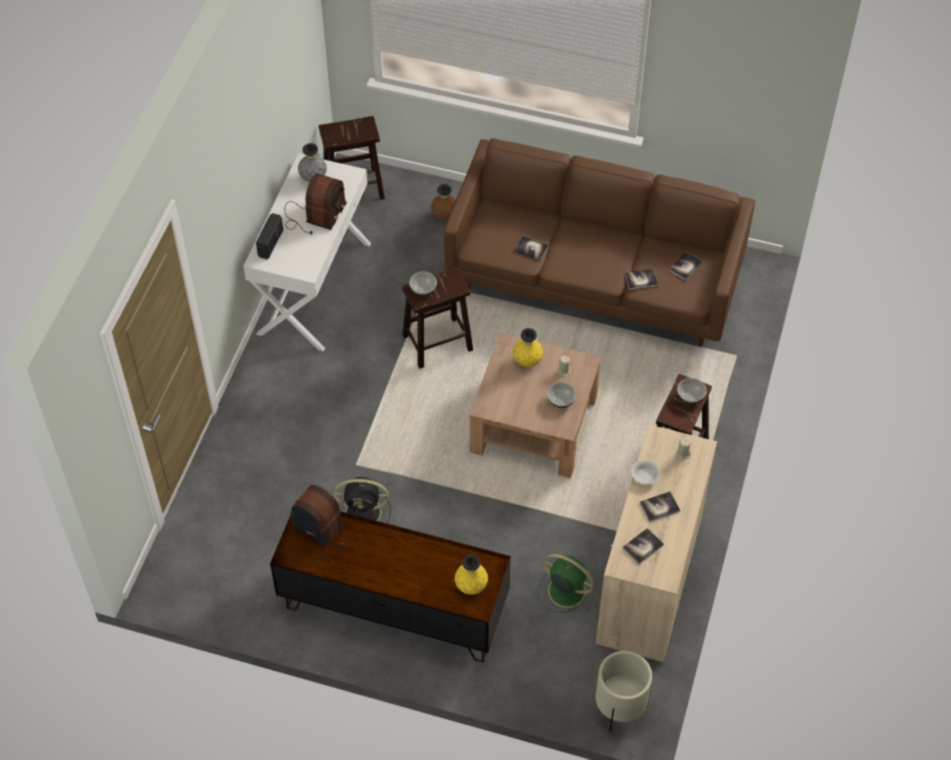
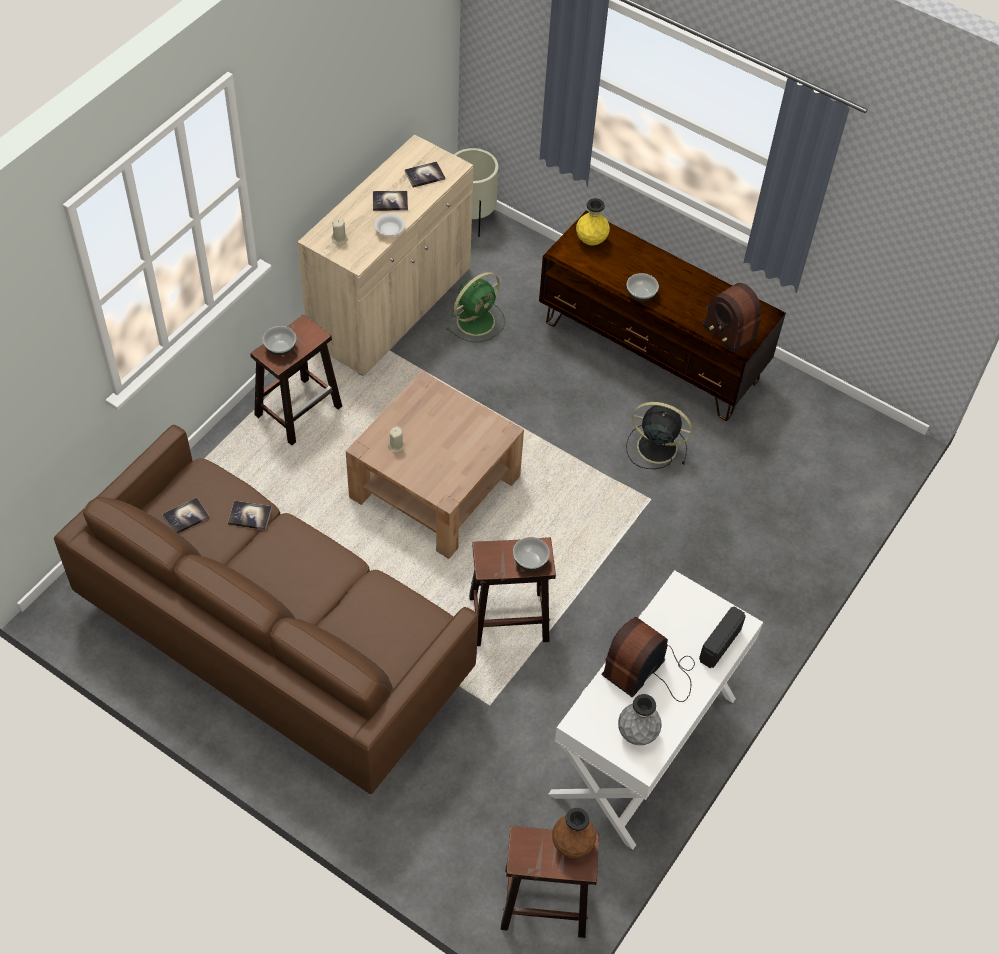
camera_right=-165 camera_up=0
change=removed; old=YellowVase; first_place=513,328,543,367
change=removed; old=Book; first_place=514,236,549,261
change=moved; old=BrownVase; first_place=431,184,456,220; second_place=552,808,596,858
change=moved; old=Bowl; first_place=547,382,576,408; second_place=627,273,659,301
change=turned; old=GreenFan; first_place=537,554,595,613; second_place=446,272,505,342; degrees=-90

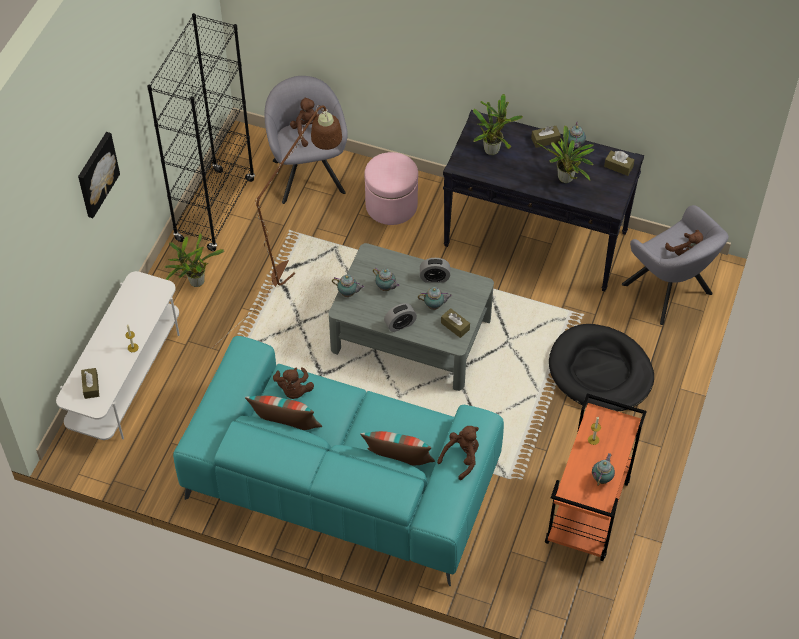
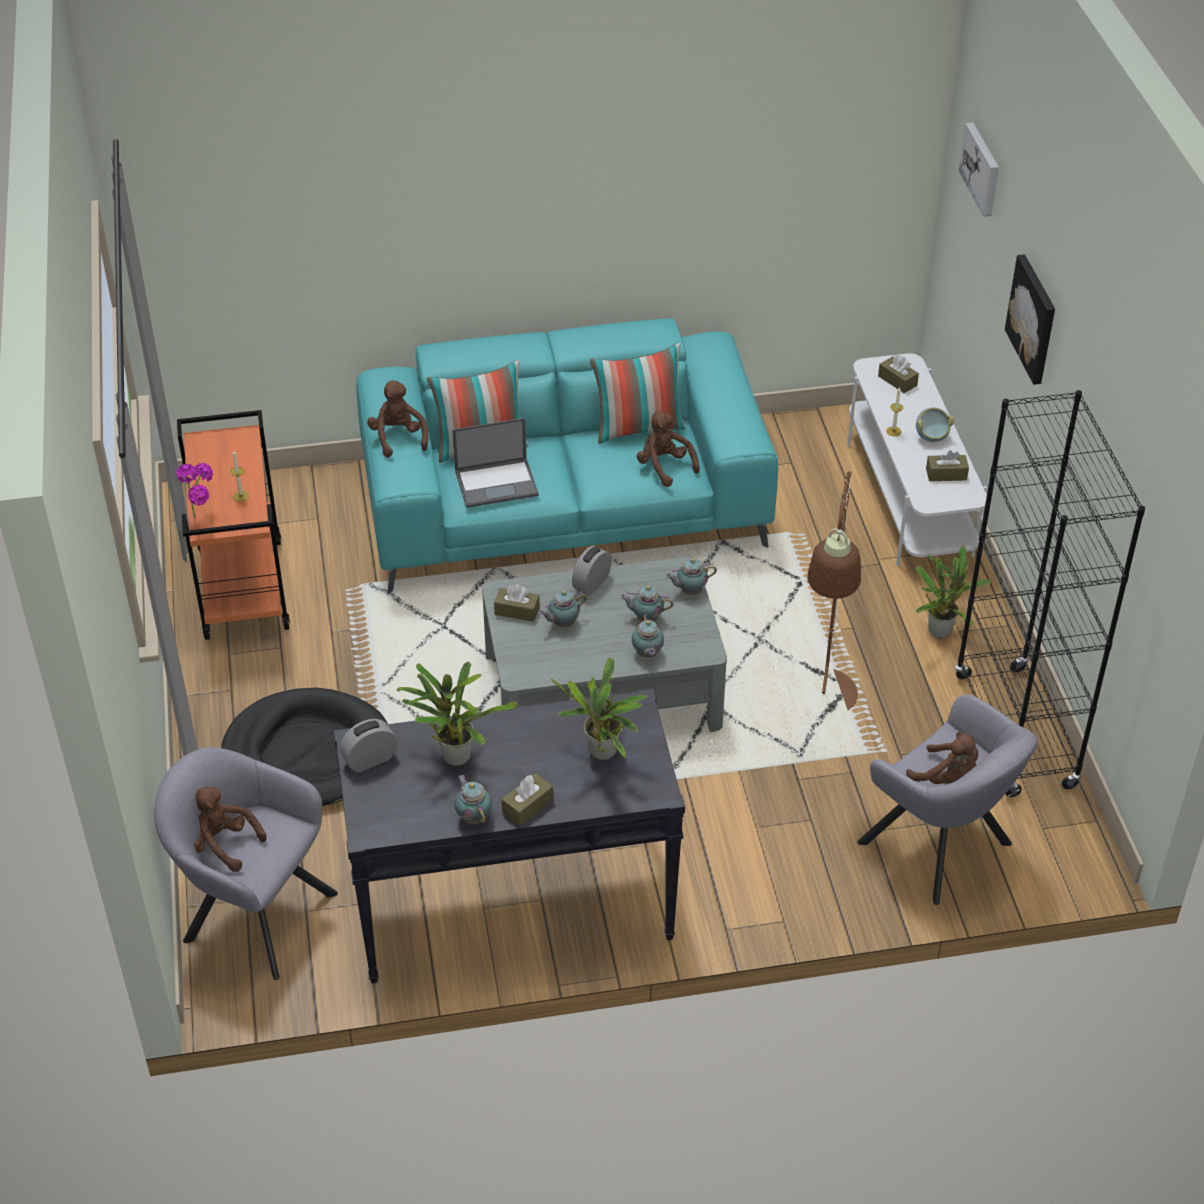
camera_right=150 camera_up=-10
change=removed; old=PinkOttoman; first_place=364,152,418,225
change=added; new=PottedPlant; second_place=176,463,213,518
change=added; new=Laptop; second_place=452,418,539,508
change=added; new=Bowl; second_place=916,408,954,442
change=added; new=Picture; second_place=959,123,999,217
change=moved; old=AlarmClock; first_place=420,258,450,283; second_place=340,719,397,772
change=moved; old=Teapot; first_place=592,453,615,486; second_place=632,614,664,658
change=moved; old=BrownTissueBox; first_place=604,151,635,176; second_place=926,450,969,481
change=turned; old=BrownPlushToy; first_place=437,426,479,480; second_place=367,380,428,458; degrees=150

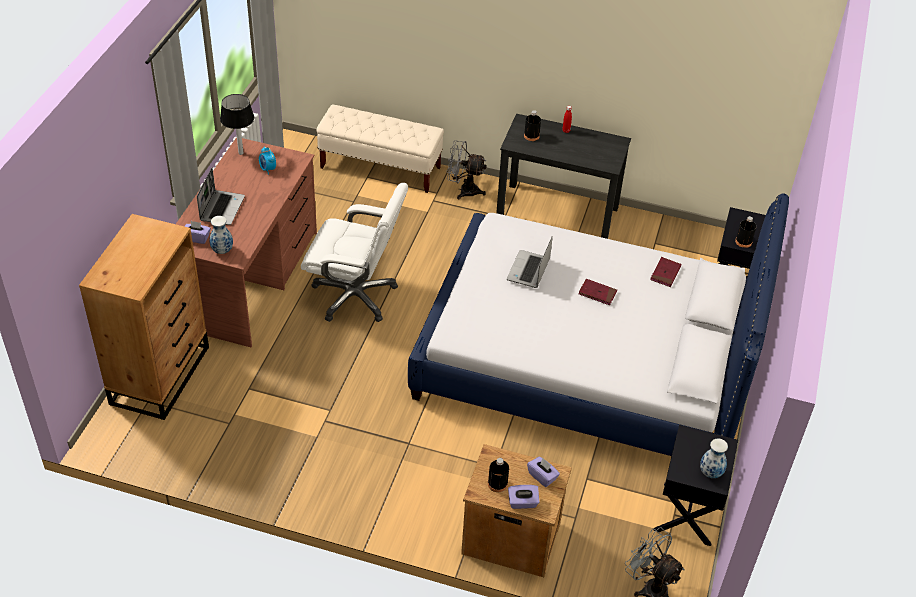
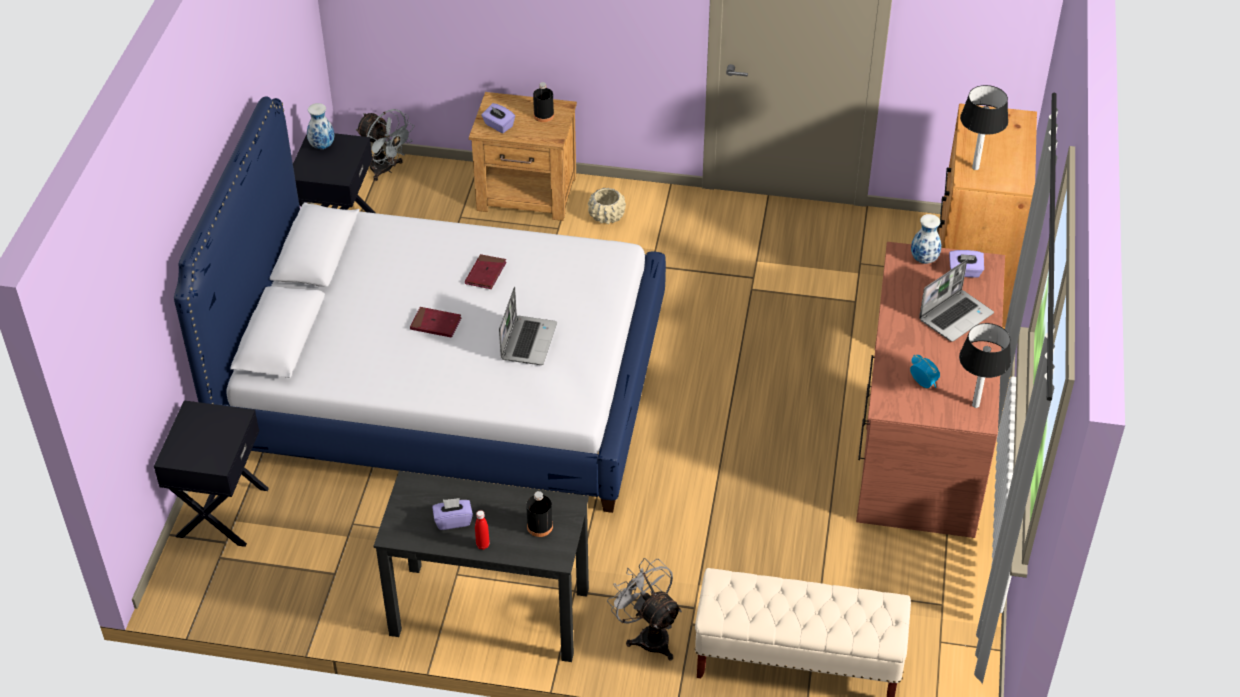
camera_right=175 camera_up=0
change=removed; old=WhiteOfficeChair; first_place=301,183,408,322
change=removed; old=BlackBottle; first_place=735,216,756,248
change=added; new=BeigePlanter; second_place=588,188,626,224
change=added; new=TableLamp; second_place=960,85,1008,170
change=moved; old=PurpleTissueBox; first_place=508,485,539,509; second_place=432,498,473,530
change=moved; old=RedBook; first_place=650,257,681,287; second_place=465,254,506,289
change=turned; old=Laptop; first_place=197,168,245,225; second_place=919,260,994,342; degrees=-135
change=turned; old=GreyFan; first_place=446,140,487,200; second_place=607,558,682,660; degrees=-135

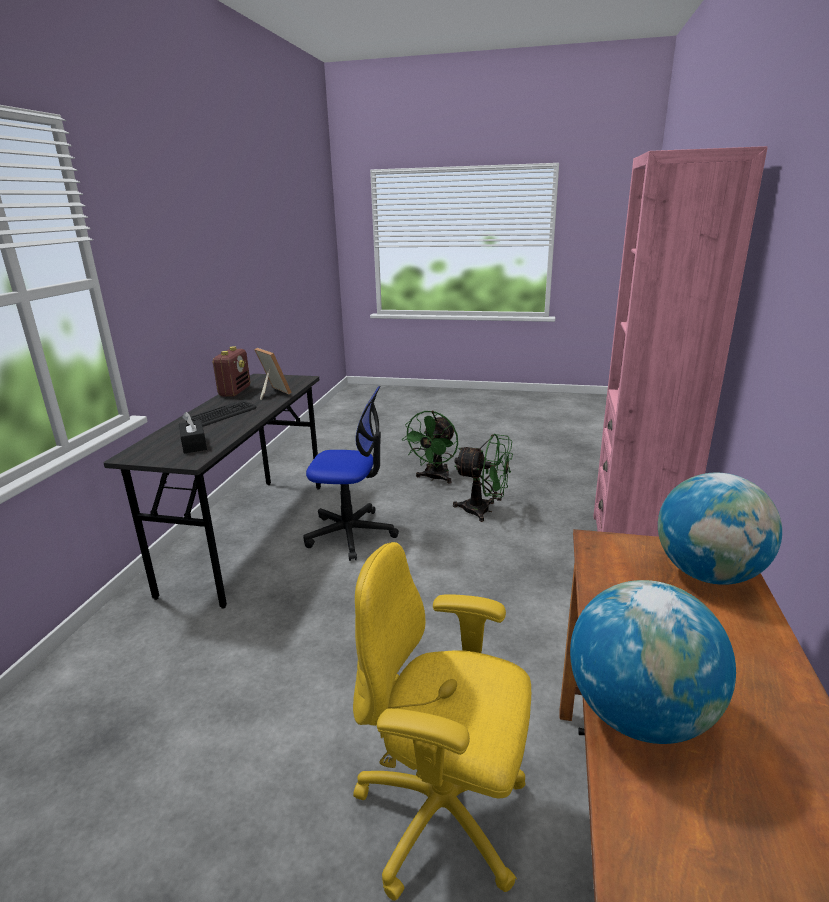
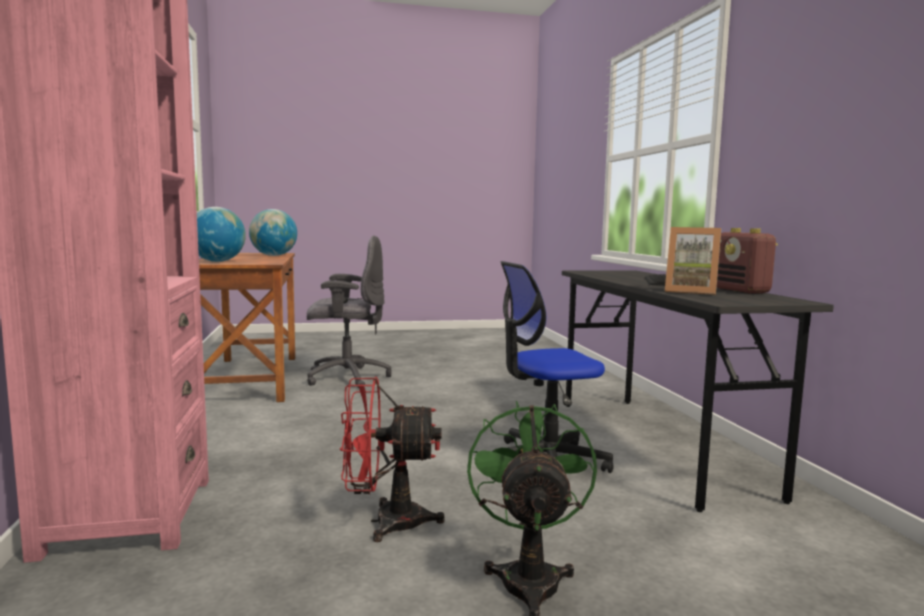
camera_right=155 camera_up=-15
change=removed; old=BlackTissueBox; first_place=179,412,207,454
change=recoloured; old=YellowOfficeChair; new=GreyOfficeChair; first_place=353,542,531,901; second_place=307,235,392,388
change=recoloured; old=GreenFan; new=RedFan; first_place=453,434,513,522; second_place=340,377,445,542

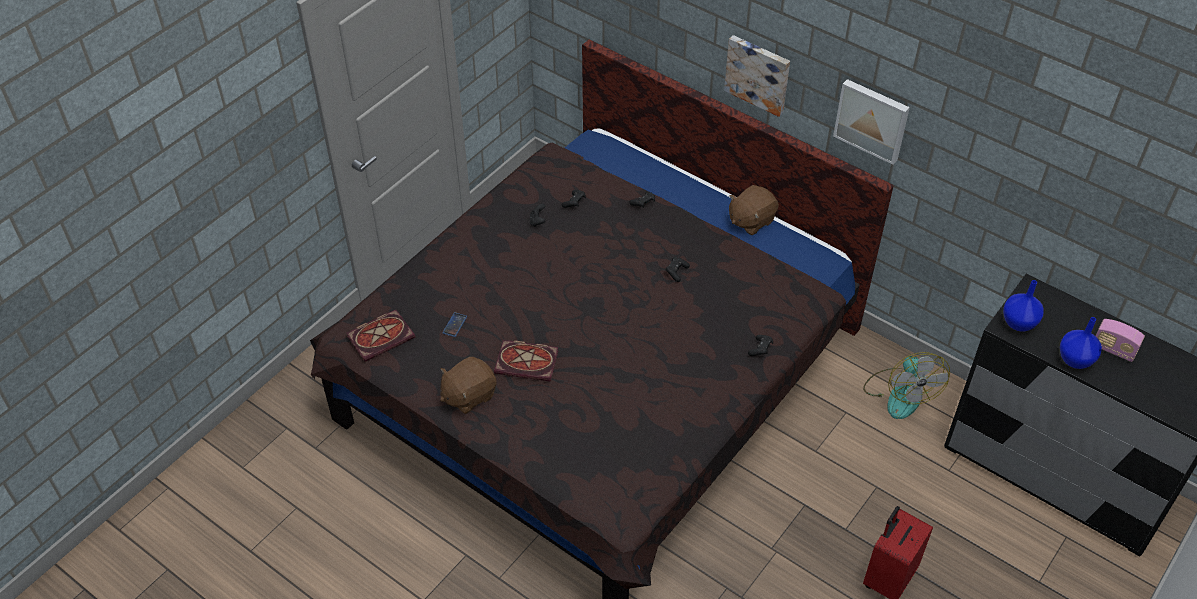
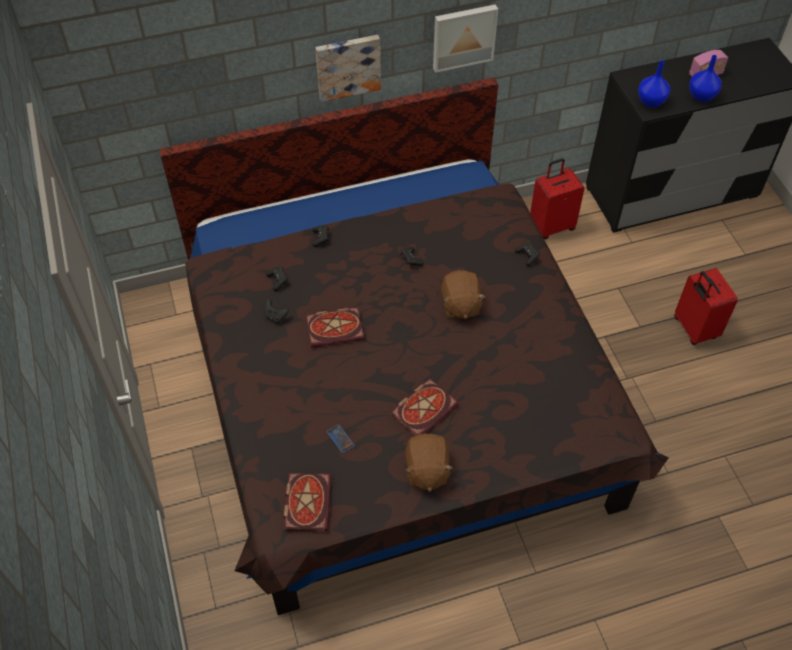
camera_right=-55 camera_up=5
change=added; new=Book; second_place=306,307,364,347
change=moved; old=BrownPlushToy; first_place=729,185,779,235; second_place=442,270,486,319
change=replaced; old=Fan; new=RedSuitcase; first_place=863,352,950,419; second_place=530,158,585,239

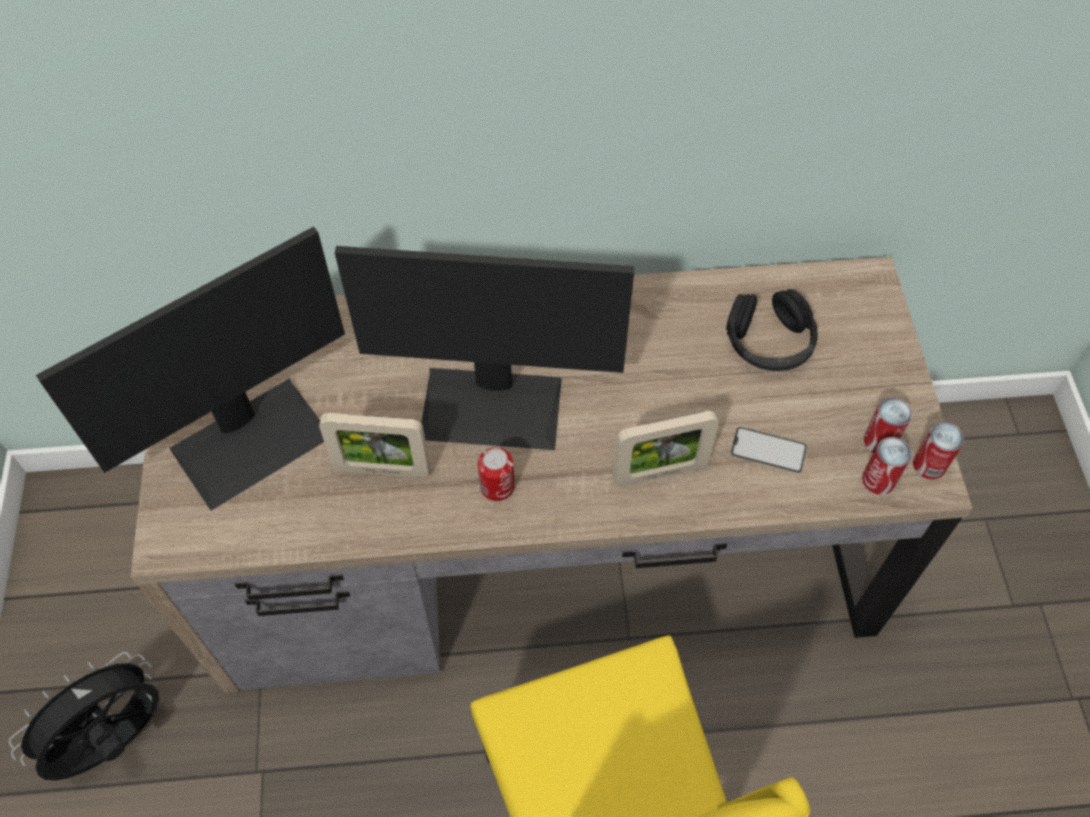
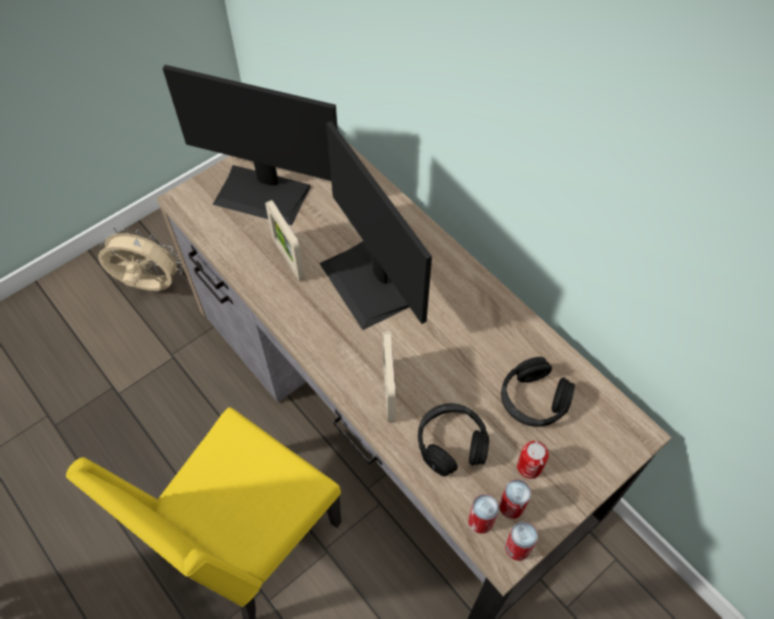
camera_right=55 camera_up=0
change=moved; old=Can; first_place=478,447,515,501; second_place=517,441,549,479
change=replaced; old=Phone; new=BlackHeadphones; first_place=731,427,807,473; second_place=418,403,489,477
change=recoloured; old=BlackFan; new=BeigeFan; first_place=9,652,159,781; second_place=98,227,183,291
change=turned; old=PictureFrame; first_place=613,411,719,486; second_place=383,331,396,422; degrees=45

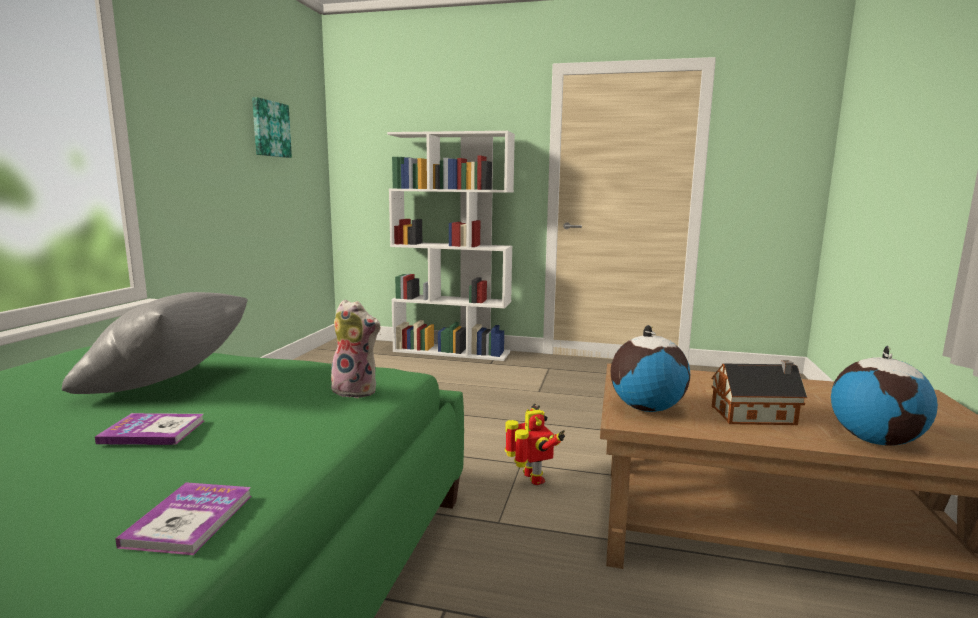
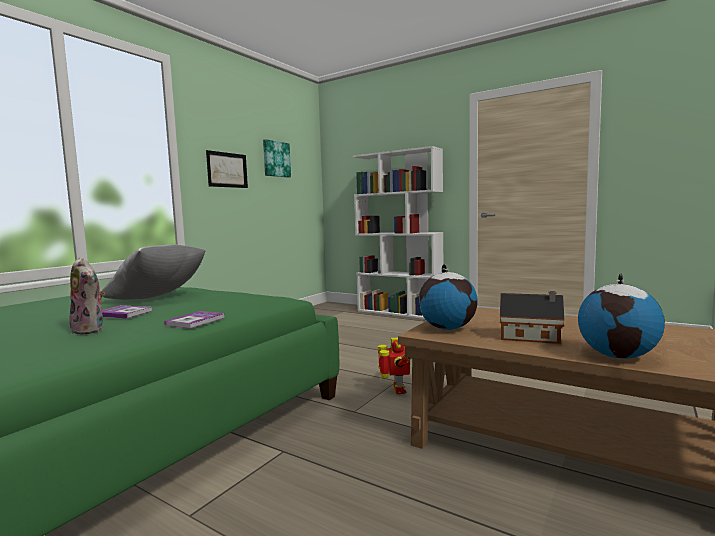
camera_right=20 camera_up=-5
change=added; new=Picture; second_place=206,150,248,188
change=moved; old=Book; first_place=115,482,251,555; second_place=164,311,224,329
change=moved; old=PlushToy; first_place=331,299,381,398; second_place=68,258,105,335

